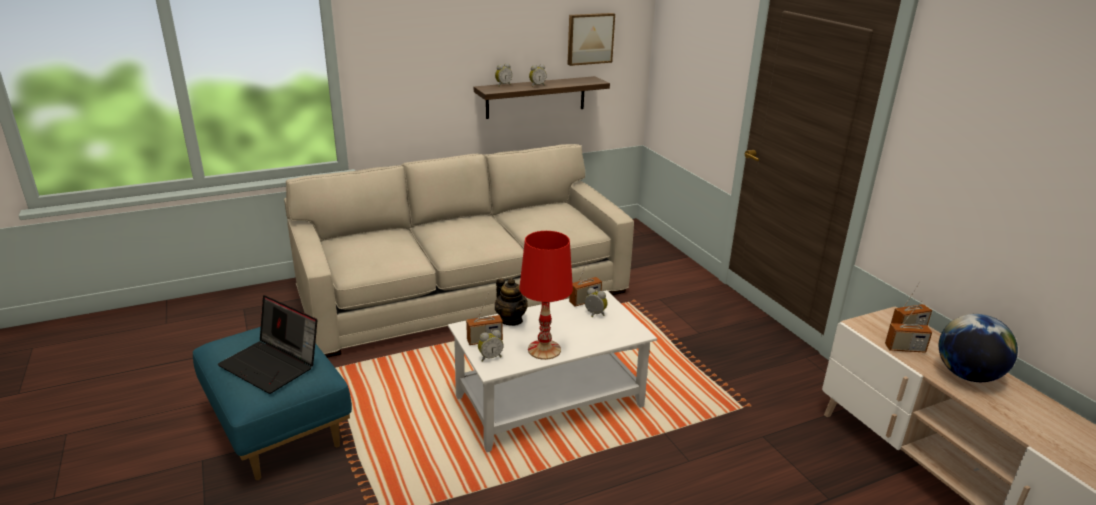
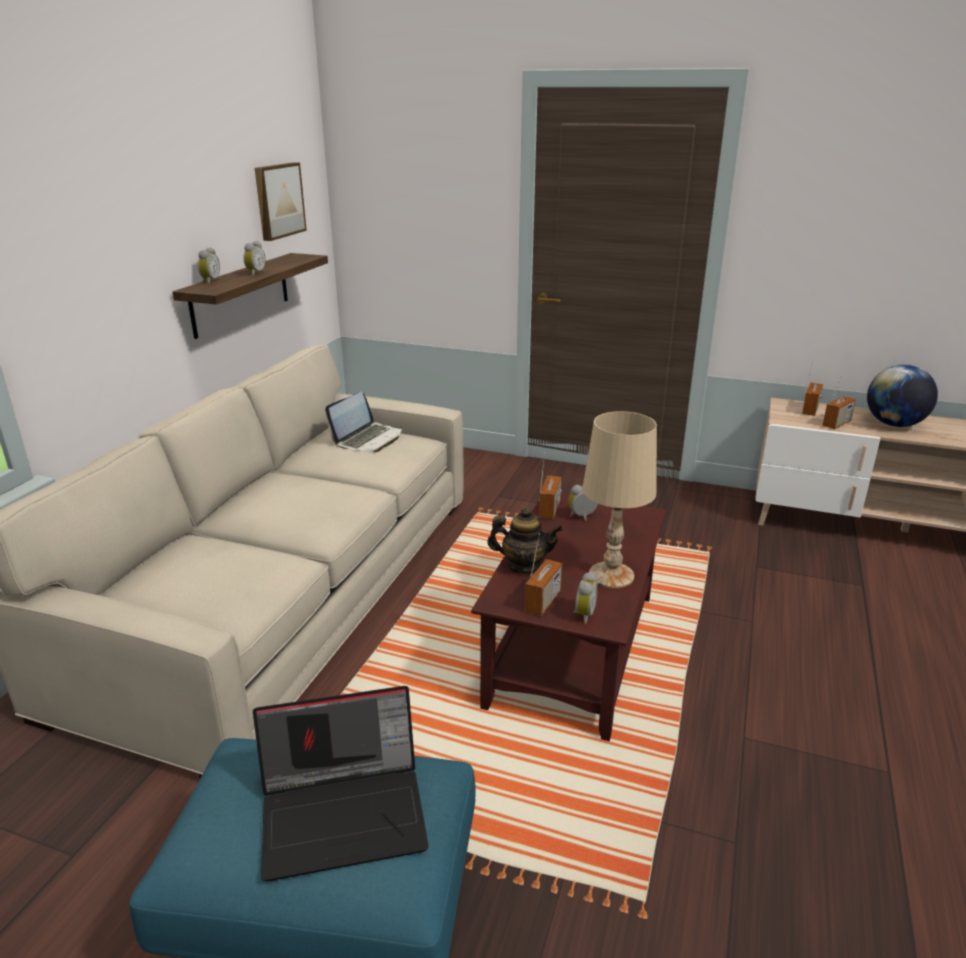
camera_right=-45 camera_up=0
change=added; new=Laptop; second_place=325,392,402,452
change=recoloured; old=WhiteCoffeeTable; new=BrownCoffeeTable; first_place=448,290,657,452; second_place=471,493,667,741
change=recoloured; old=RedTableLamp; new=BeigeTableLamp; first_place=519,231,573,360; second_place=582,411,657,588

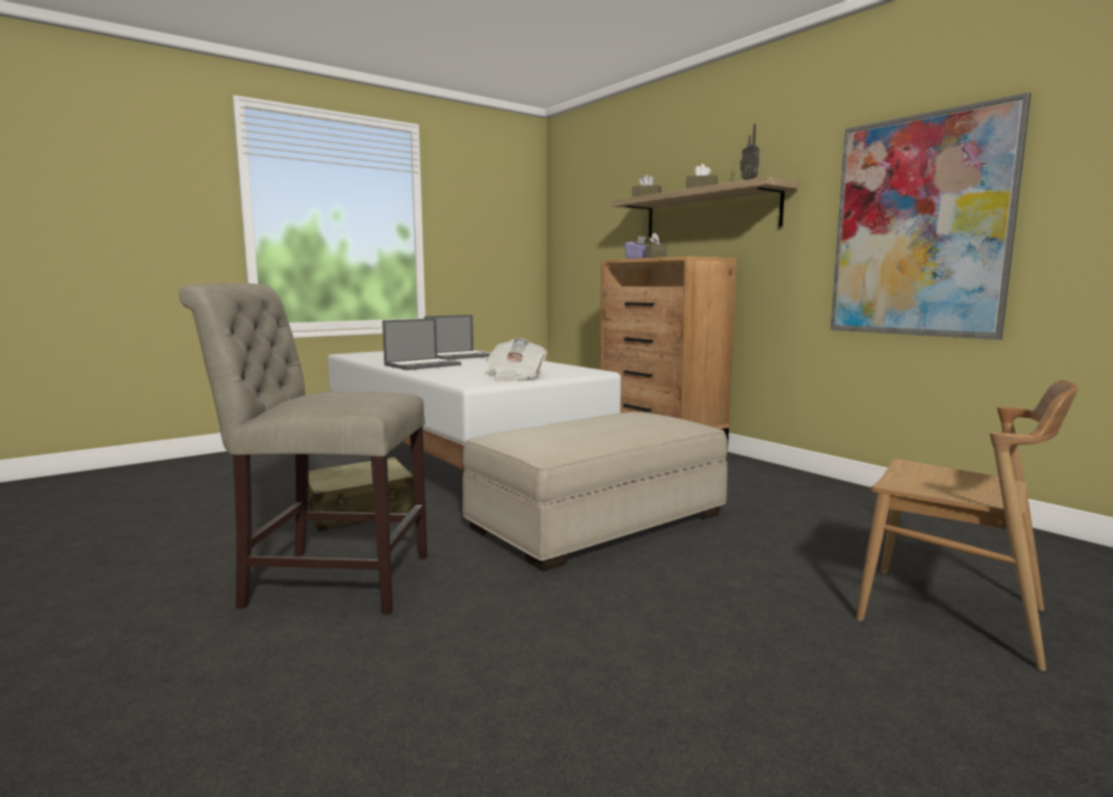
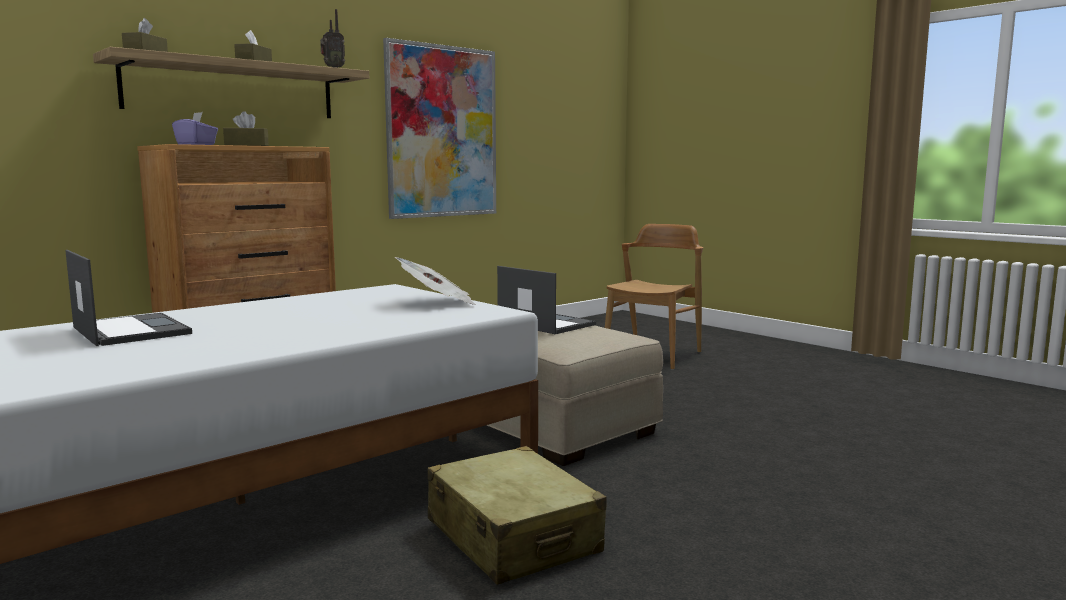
camera_right=-95 camera_up=0
change=removed; old=BeigeChair; first_place=179,283,427,614
change=moved; old=Laptop; first_place=382,318,461,370; second_place=497,266,596,334

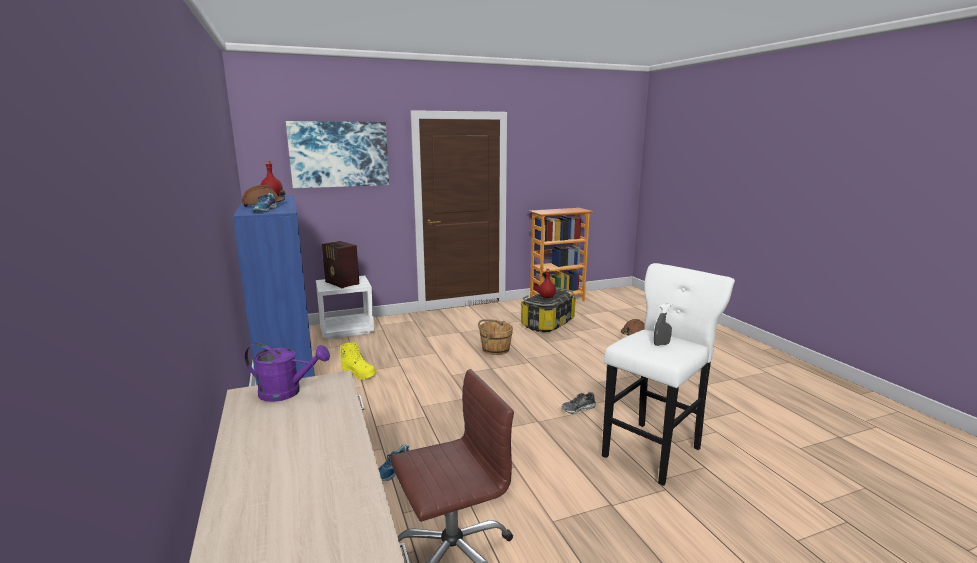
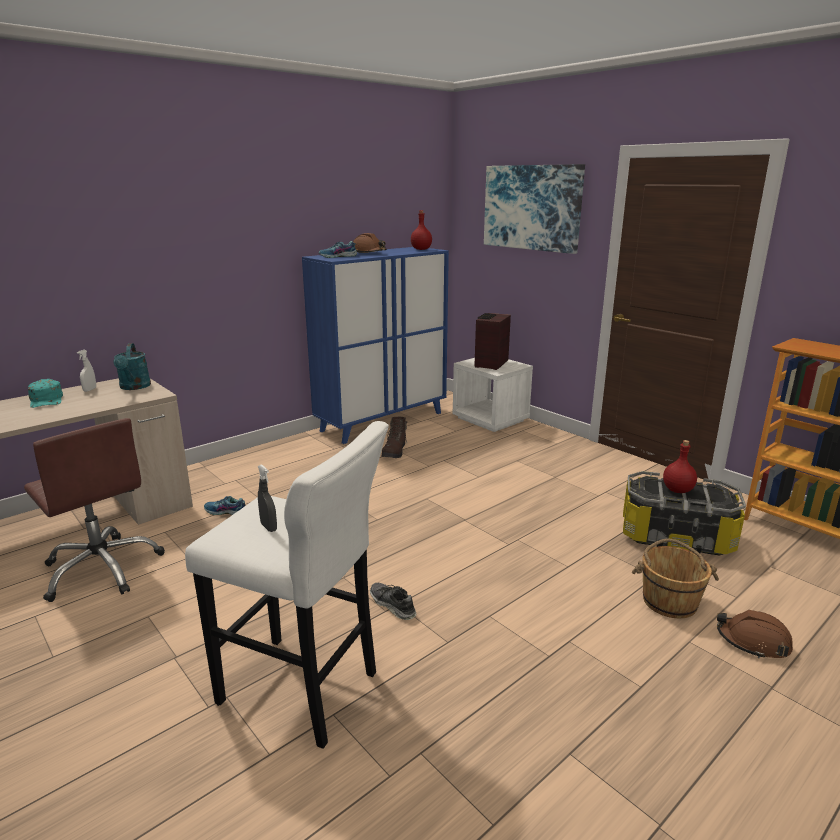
camera_right=70 camera_up=5
change=added; new=TurquoiseCap; second_place=28,379,63,408
change=added; new=WhiteSprayBottle; second_place=77,350,96,392
change=moved; old=BrownBucket; first_place=478,319,513,355; second_place=632,539,719,618
change=recoloured; old=PurpleWateringCan; new=TurquoiseWateringCan; first_place=244,343,330,402; second_place=113,343,151,390
change=recoloured; old=YellowBoot; new=BrownBoot; first_place=340,342,377,379; second_place=381,417,407,458

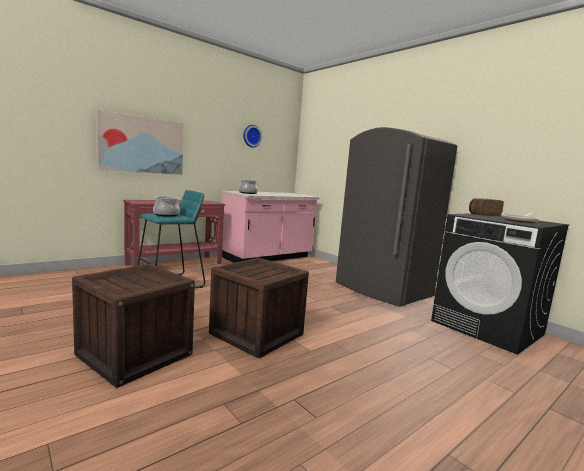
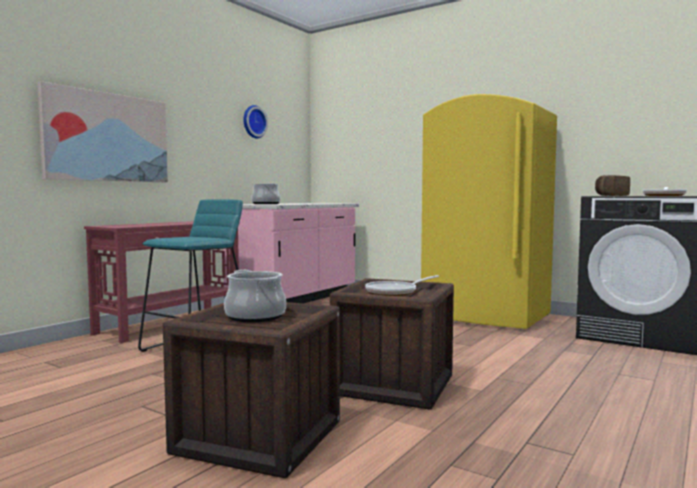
camera_right=-15 camera_up=-5
change=added; new=FryingPan; second_place=365,275,439,296
change=moved; old=CookingPot; first_place=153,196,180,217; second_place=224,270,286,322
change=recoloured; old=GreyFridge; new=YellowFridge; first_place=336,127,457,307; second_place=421,94,557,329

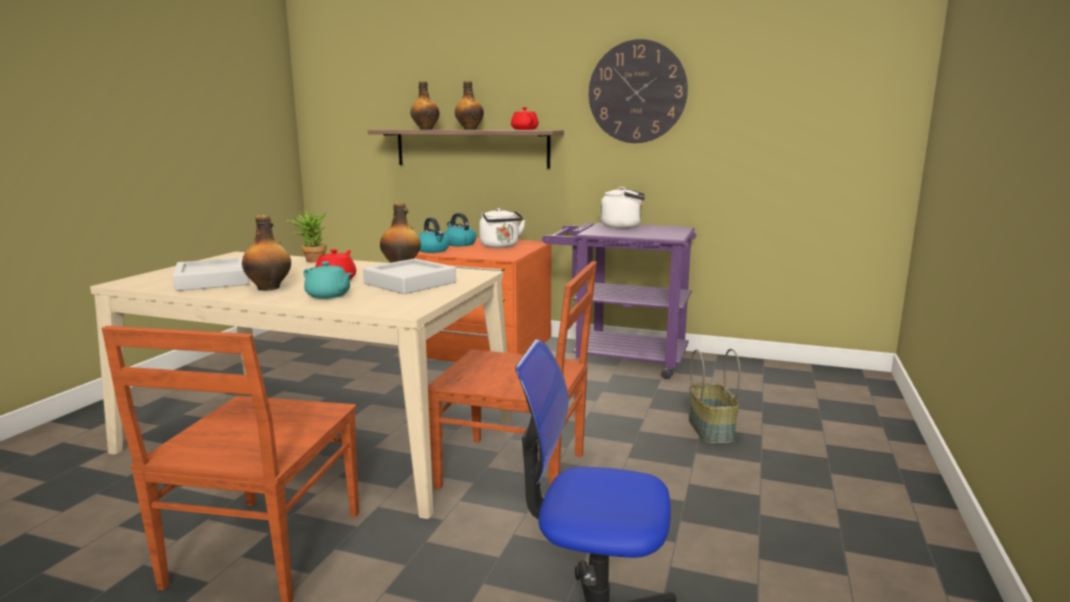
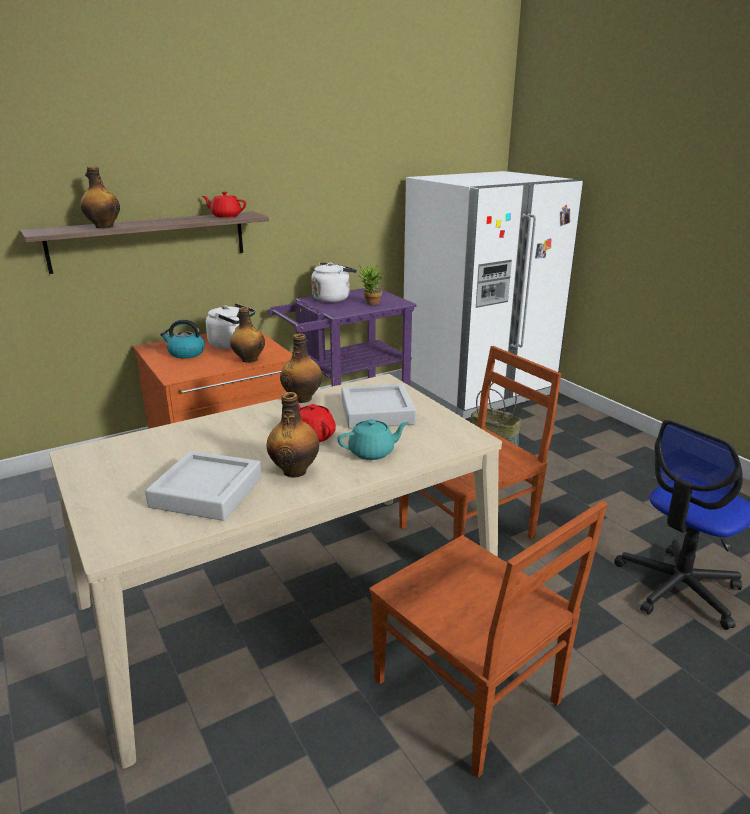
camera_right=-50 camera_up=10
change=removed; old=Kettle; first_place=418,217,450,253
change=removed; old=WallClock; first_place=589,39,688,143
change=added; new=WhiteFridge; second_place=404,171,584,419
change=moved; old=PottedPlant; first_place=286,209,327,263; second_place=358,263,386,305
change=moved; old=Bottle; first_place=455,81,484,130; second_place=230,307,265,363

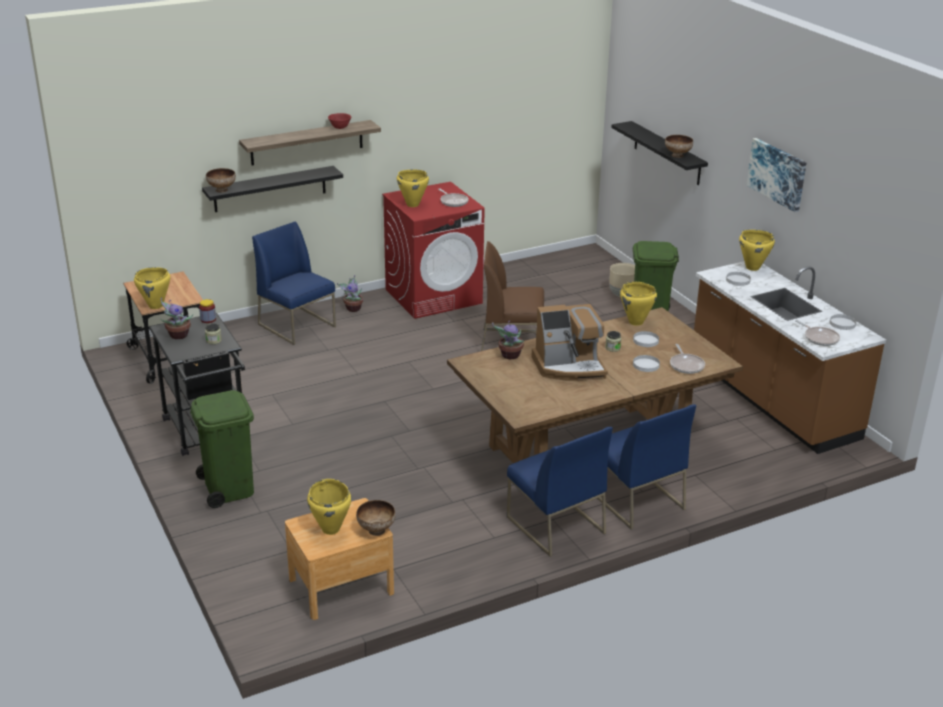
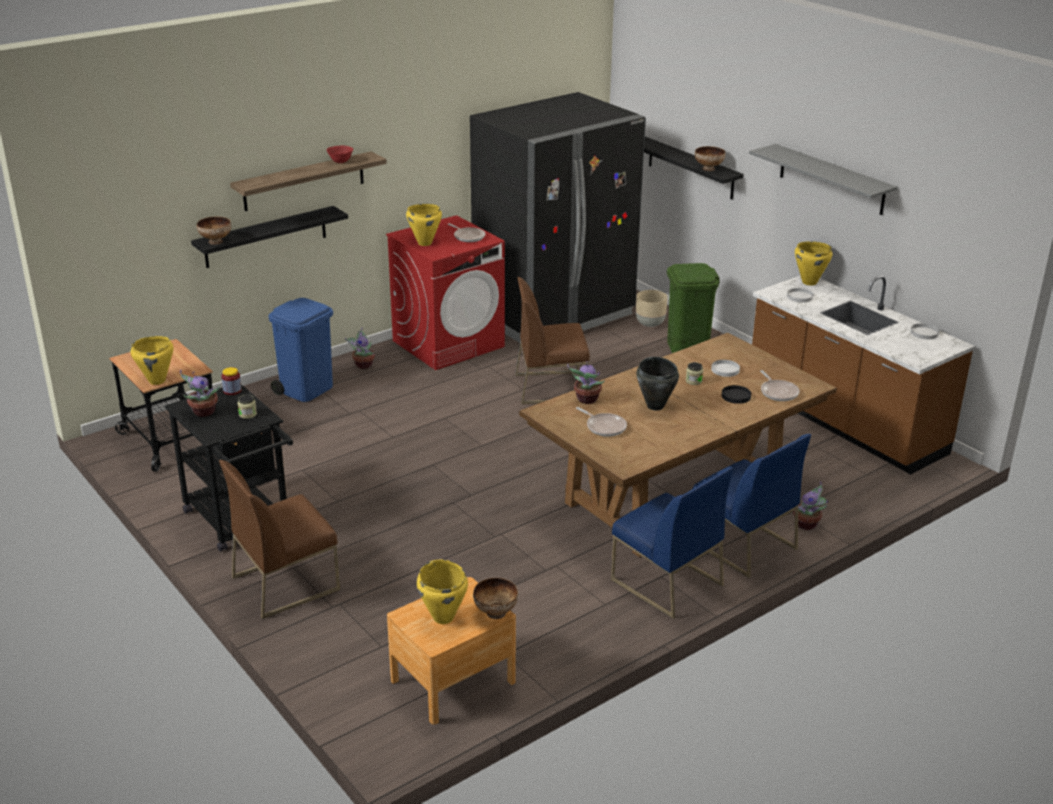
camera_right=-10 camera_up=0
change=removed; old=YellowCookingPot; first_place=620,281,657,326
change=added; new=BlackFridge; second_place=470,92,646,343
change=added; new=PottedPlant; second_place=793,481,828,530
change=moved; old=FryingPan; first_place=795,320,840,346; second_place=576,407,627,437
change=replaced; old=GreenTrashCan; new=BrownChair; first_place=190,390,254,508; second_place=219,460,340,619
change=replaced; old=BlueChair; new=BlueTrashCan; first_place=252,221,336,345; second_place=268,298,333,402
change=replaced; old=CoffeeMachine; new=BlackCookingPot; first_place=531,304,608,381; second_place=637,357,679,410
change=replaced; old=Picture; new=GreyShelf; first_place=746,138,806,212; second_place=749,144,897,215
change=recoloured; old=WhitePlate; new=BlackPlate; first_place=633,355,660,372; second_place=722,385,751,404

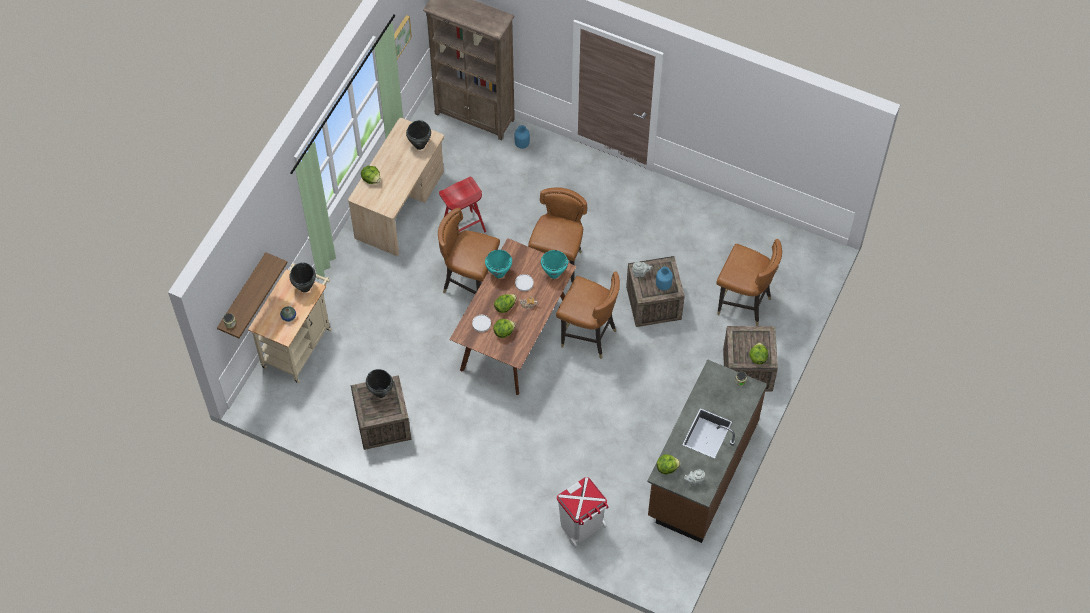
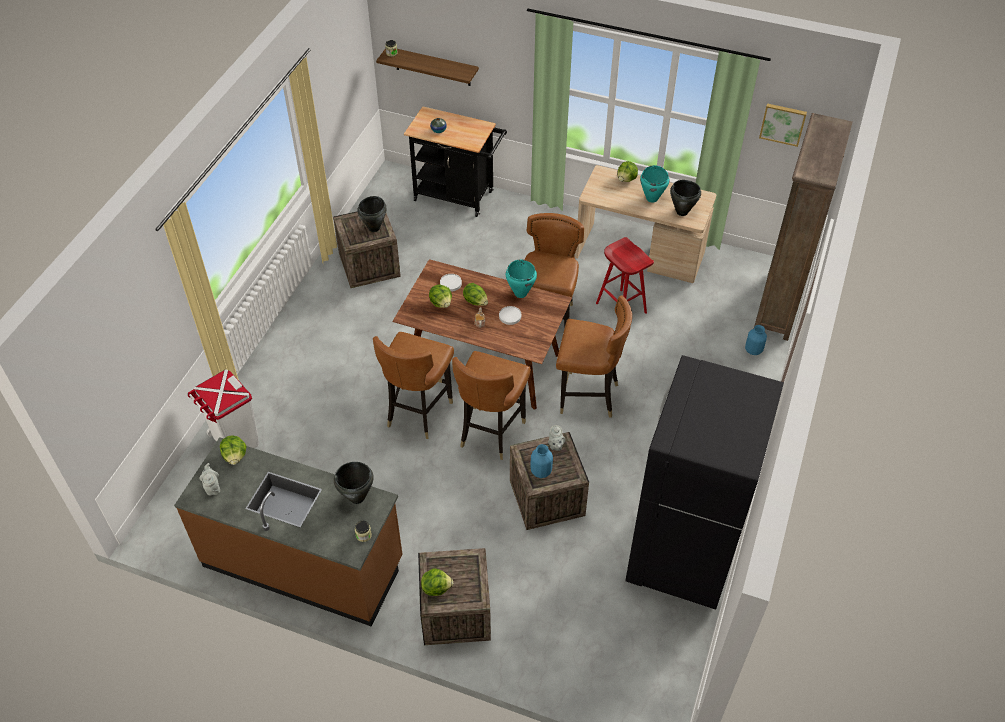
camera_right=85 camera_up=-10
change=added; new=BlackFridge; second_place=625,355,784,610
change=moved; old=BlackCookingPot; first_place=289,262,316,292; second_place=334,462,374,504
change=moved; old=TurquoiseCookingPot; first_place=541,250,568,279; second_place=640,165,669,203
change=moved; old=BrownChair; first_place=716,239,782,326; second_place=373,332,454,439
change=recoloured; old=BeigeCart; new=BlackCart; first_place=248,263,332,383; second_place=404,106,507,217

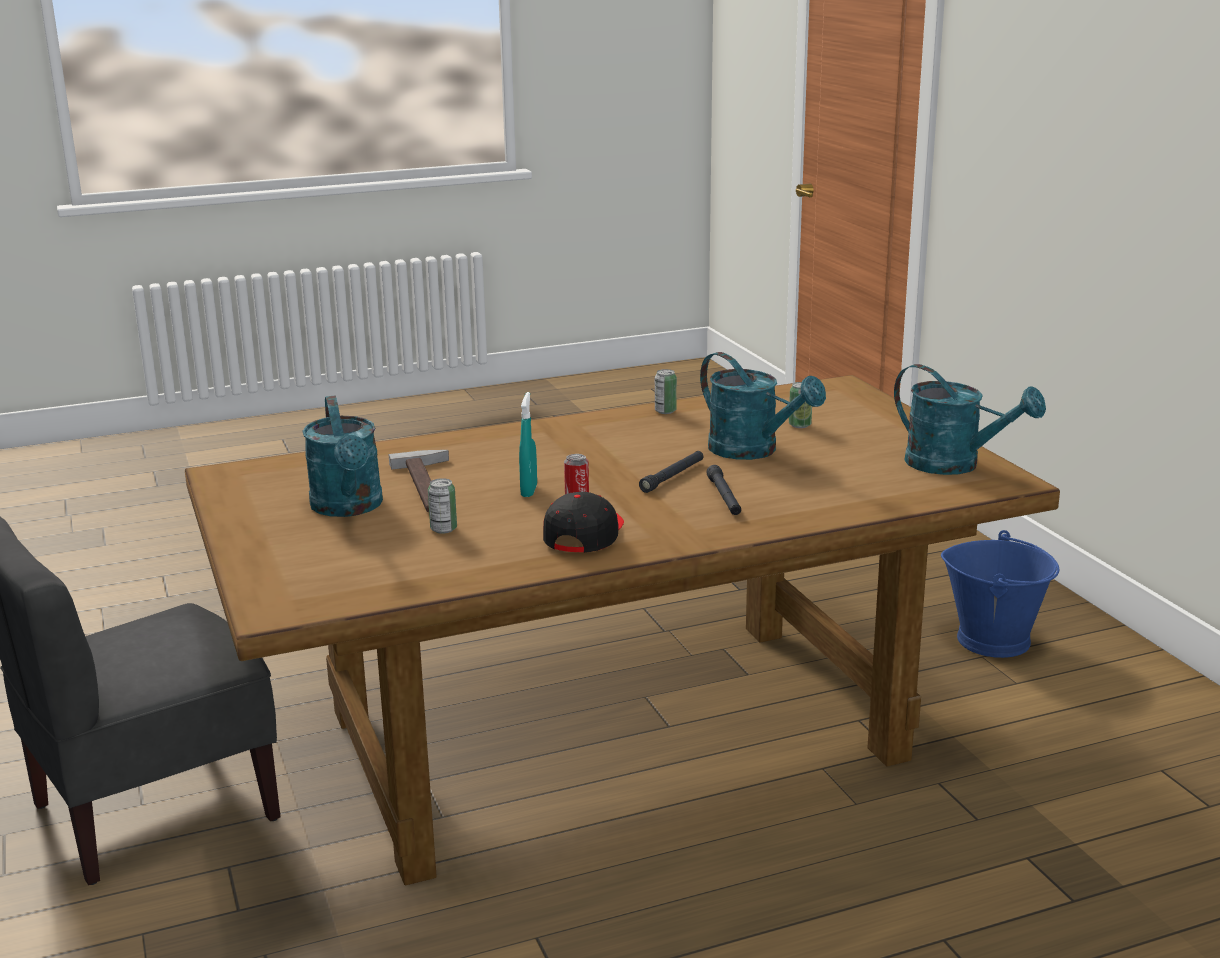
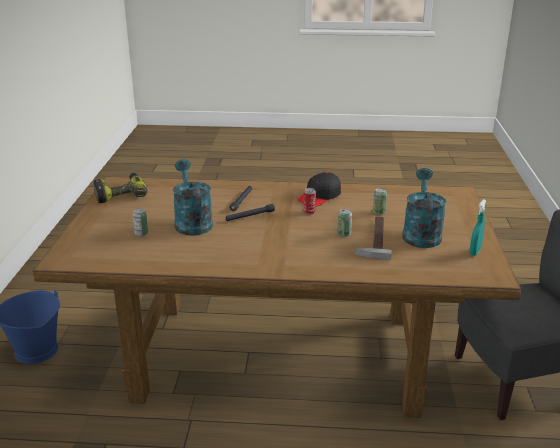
camera_right=-155 camera_up=5
change=moved; old=TurquoiseSprayBottle; first_place=519,392,537,497; second_place=469,199,486,256
change=moved; old=Can; first_place=655,369,677,414; second_place=337,209,352,237
change=replaced; old=TurquoiseWateringCan; new=PowerDrill; first_place=894,364,1046,475; second_place=93,173,148,203

